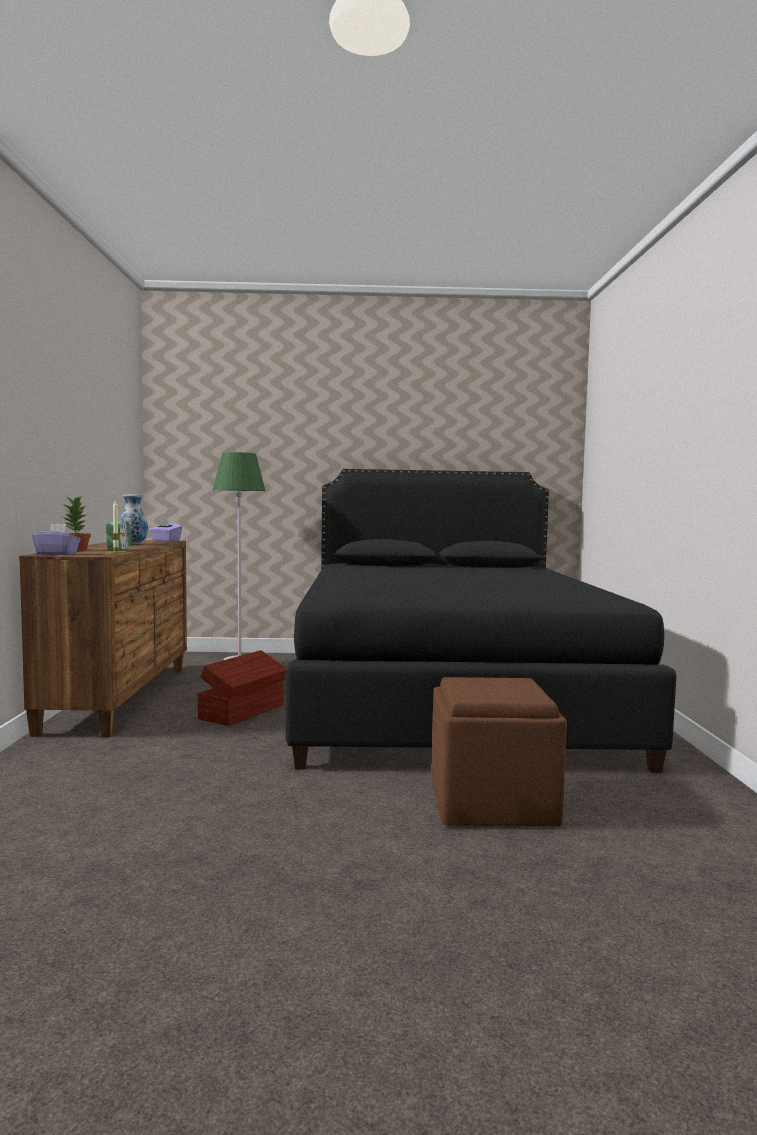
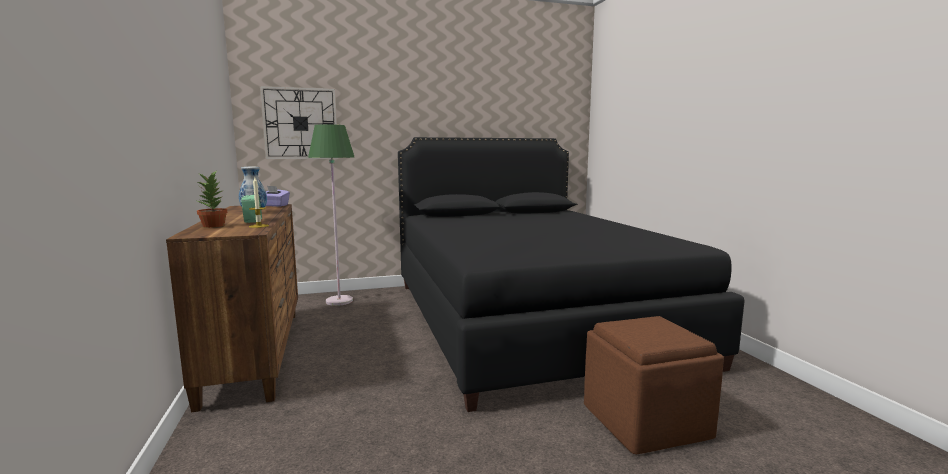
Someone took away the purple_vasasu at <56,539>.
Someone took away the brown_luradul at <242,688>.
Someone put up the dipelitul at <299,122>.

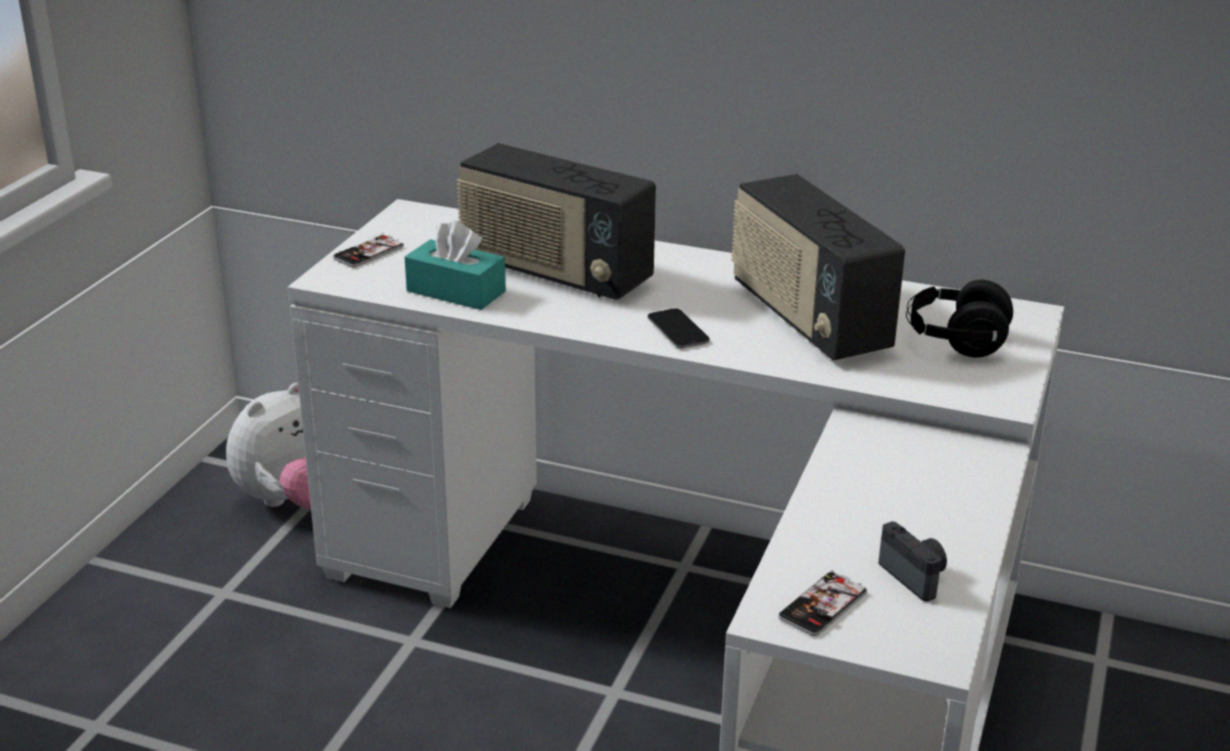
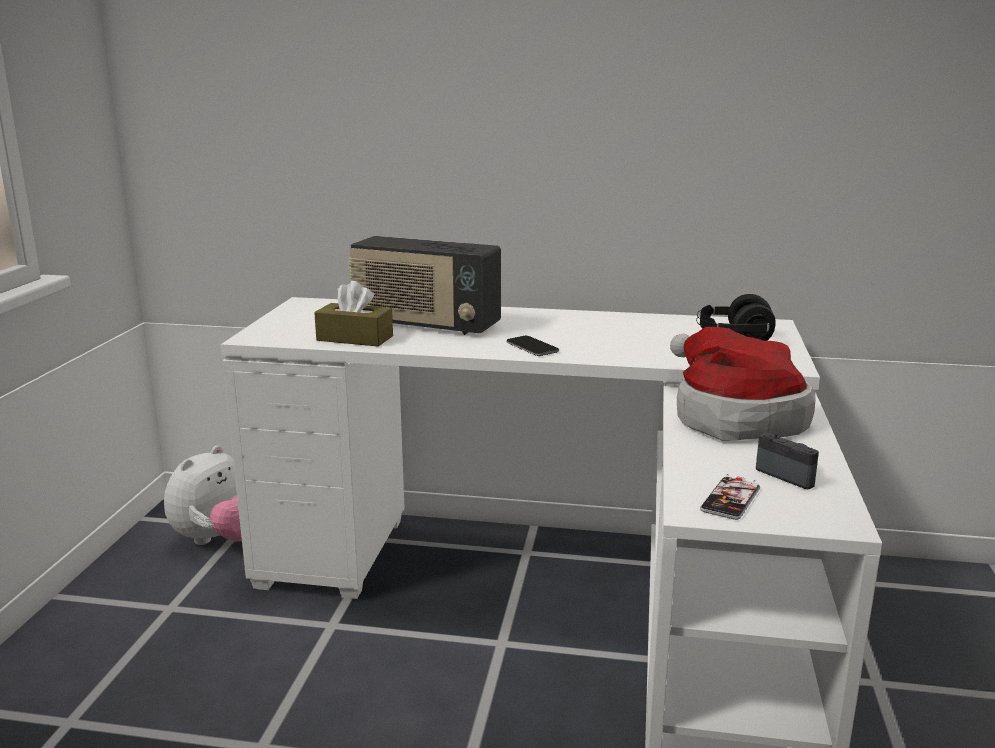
Someone took away the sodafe at <368,250>.
Someone repainted the turquoise_vasasu at <455,265>, which became the brown_vasasu at <353,314>.
Someone took away the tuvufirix at <818,267>.
Someone put down the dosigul at <743,384>.

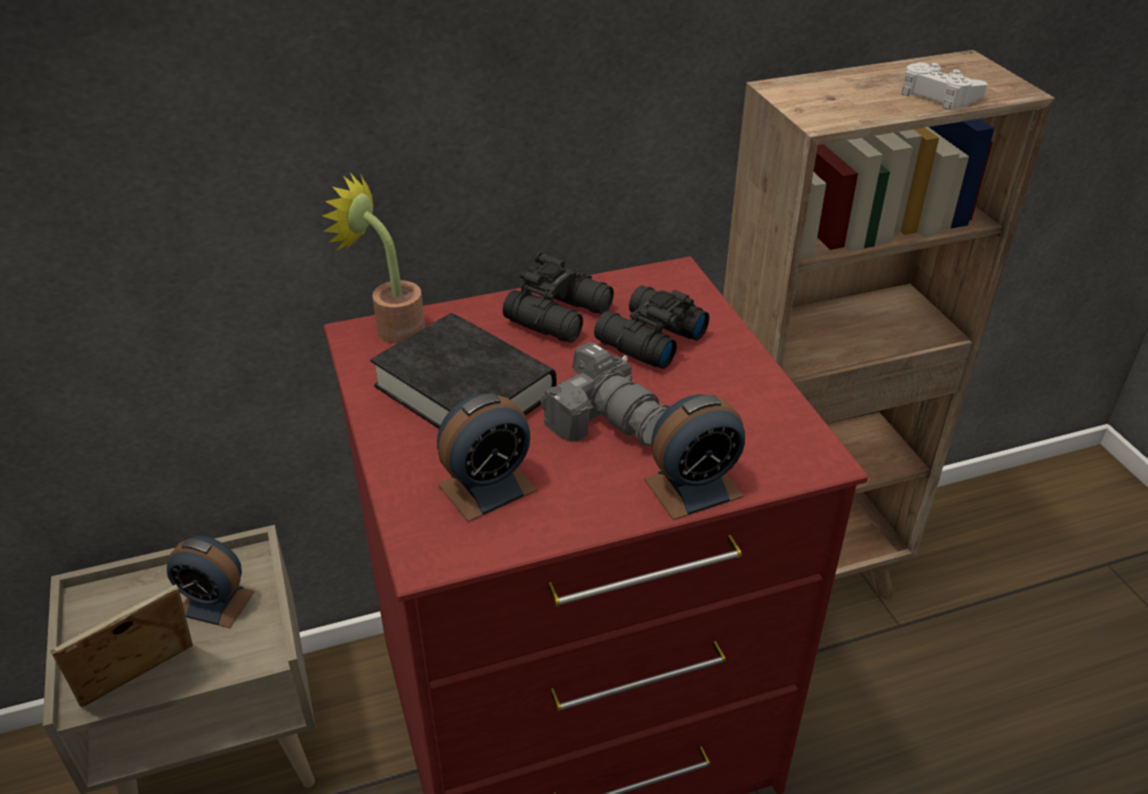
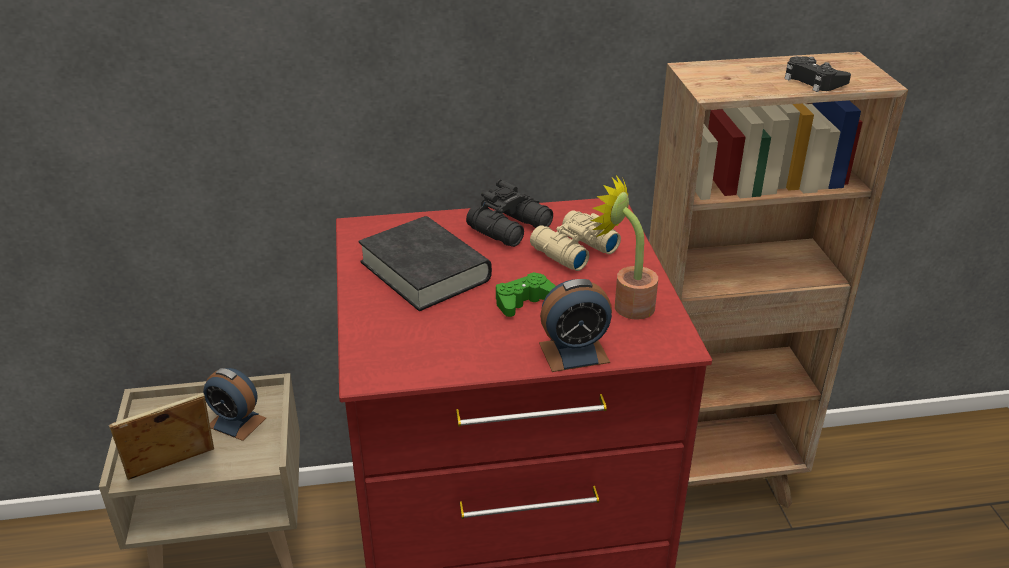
Someone carried the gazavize from <373,258> to <624,247>.
Someone took away the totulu at <487,457>.
Someone swapped the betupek at <604,394> for the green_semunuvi at <526,294>.
Someone repainted the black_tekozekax at <651,327>, which became the beige_tekozekax at <575,240>.
Someone repainted the white_semunuvi at <944,86>, which became the black_semunuvi at <817,74>.

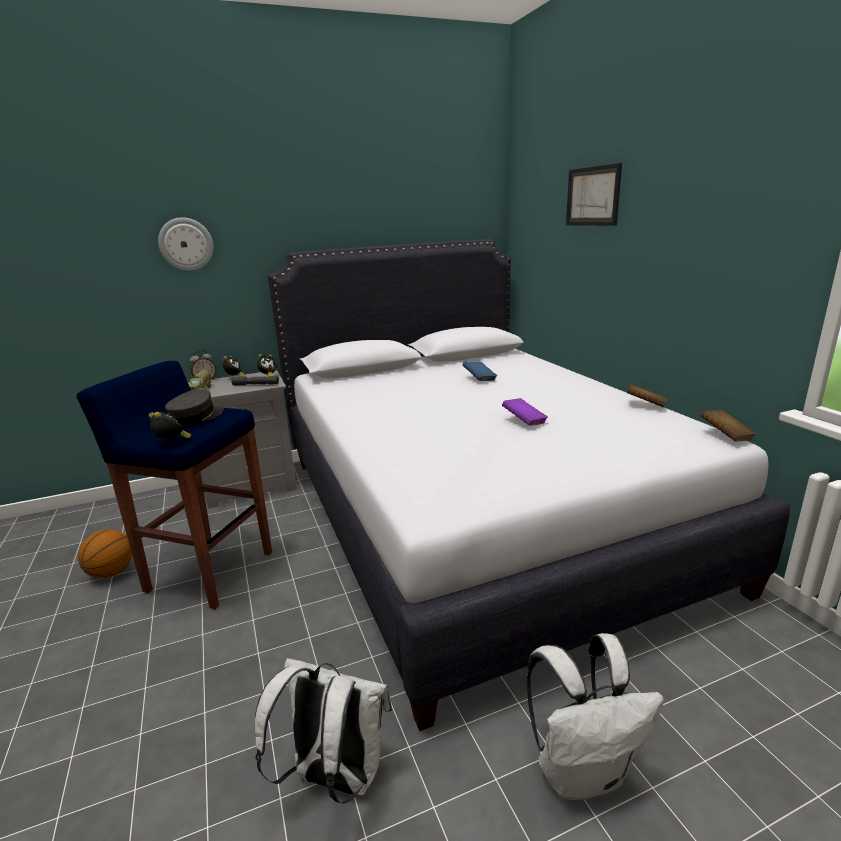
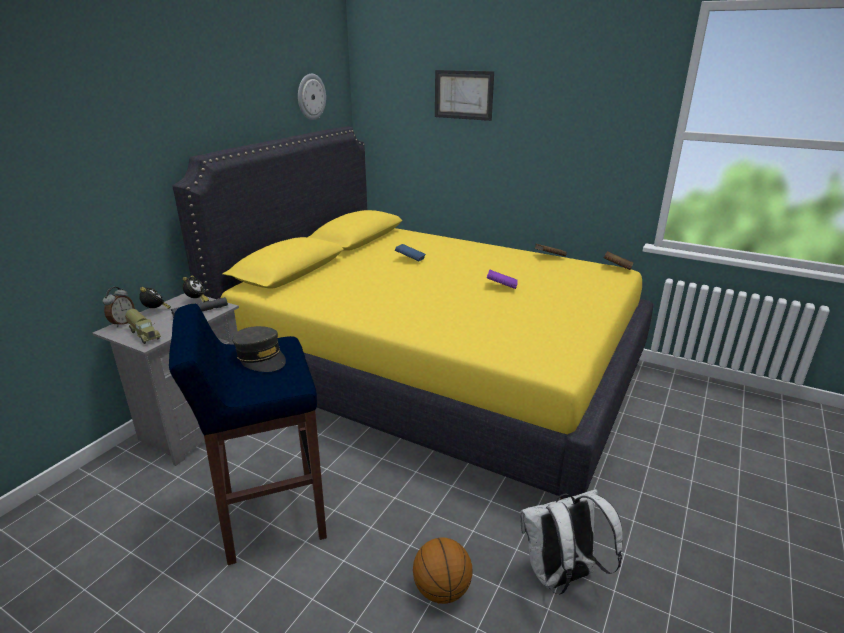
Someone carried the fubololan from <105,553> to <442,570>.
Someone took away the totulu at <170,425>.
Someone carried the dipelitul from <185,244> to <312,97>.
Someone rotated the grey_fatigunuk at <194,408> by 150 degrees clockwise.
Someone repainted the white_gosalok at <529,485>, which became the yellow_gosalok at <412,313>.
Someone took away the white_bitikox at <595,716>.

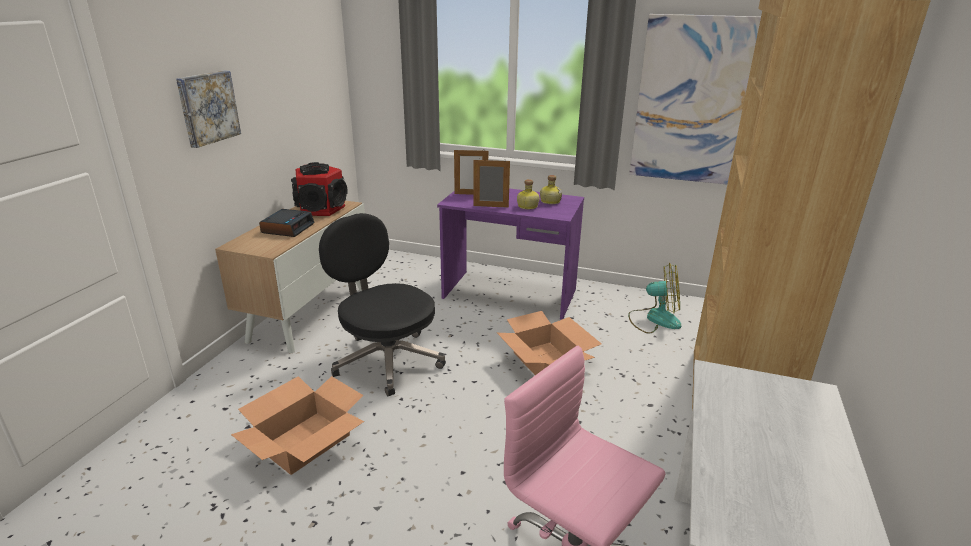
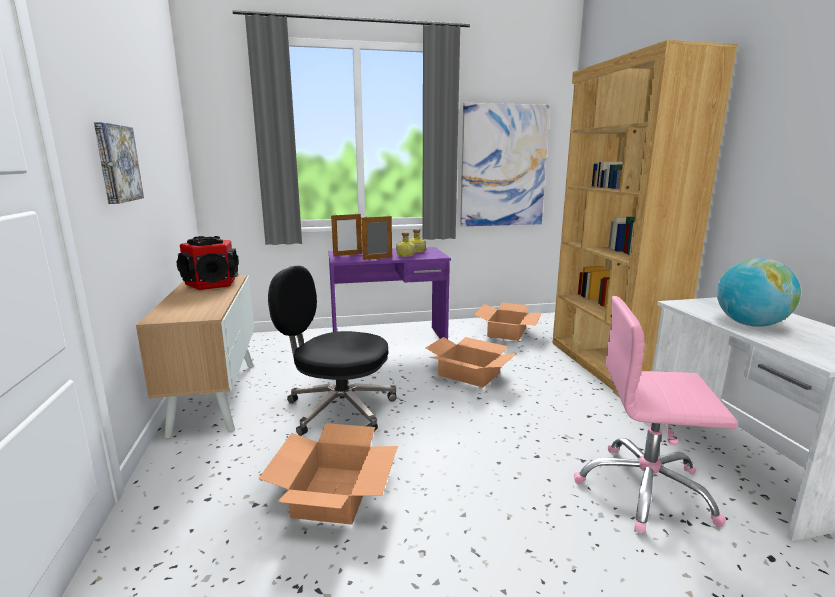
Someone took away the totulu at <287,223>.
Someone swapped the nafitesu at <654,297> for the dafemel at <508,321>.
Someone put down the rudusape at <759,292>.

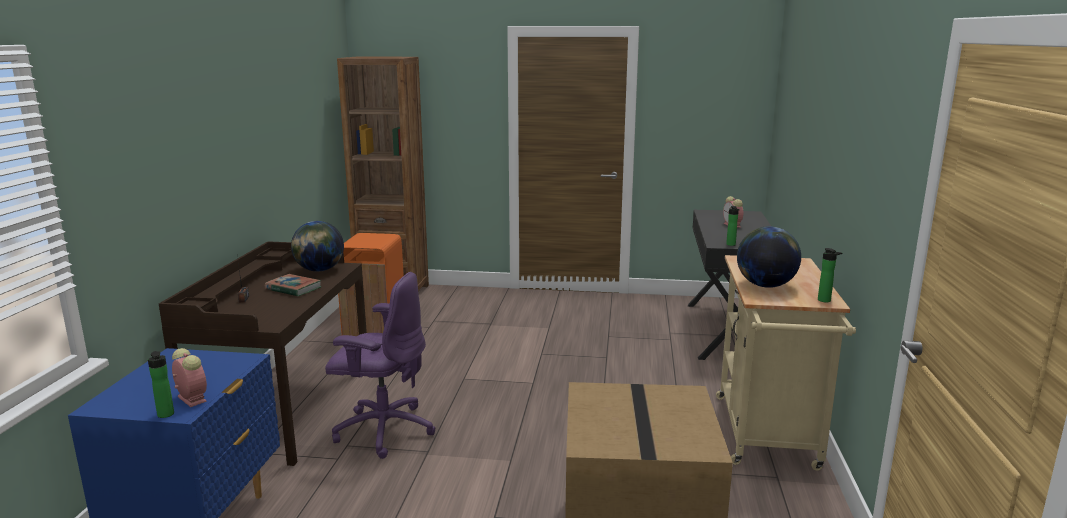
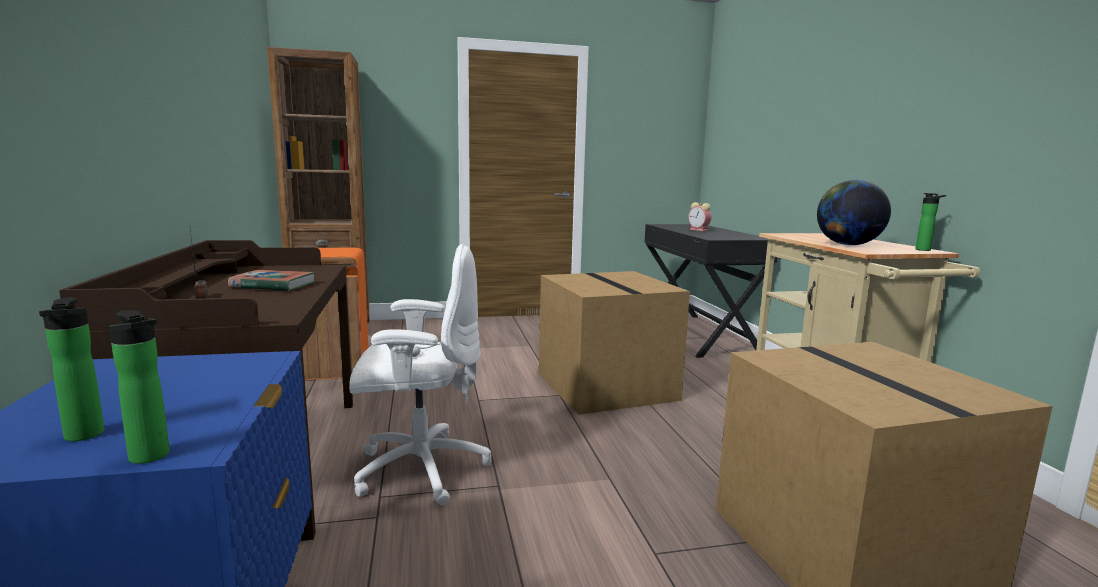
Someone took away the totulu at <189,377>.
Someone took away the rudusape at <317,246>.
Someone repainted the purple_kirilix at <380,365>, which became the white_kirilix at <420,374>.
Someone carried the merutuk from <733,226> to <71,369>.
Someone put down the dafemel at <614,343>.

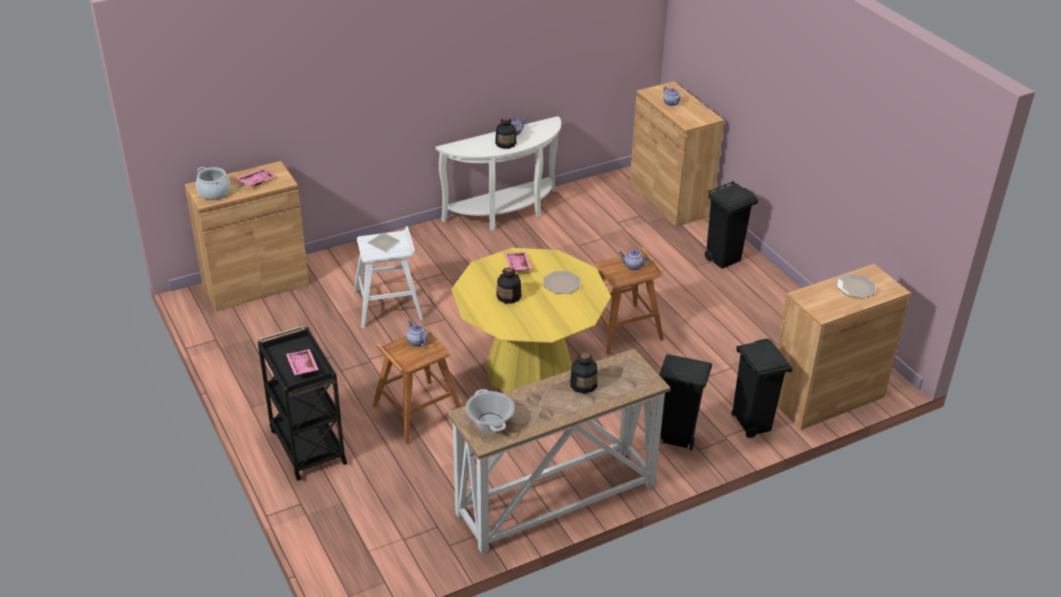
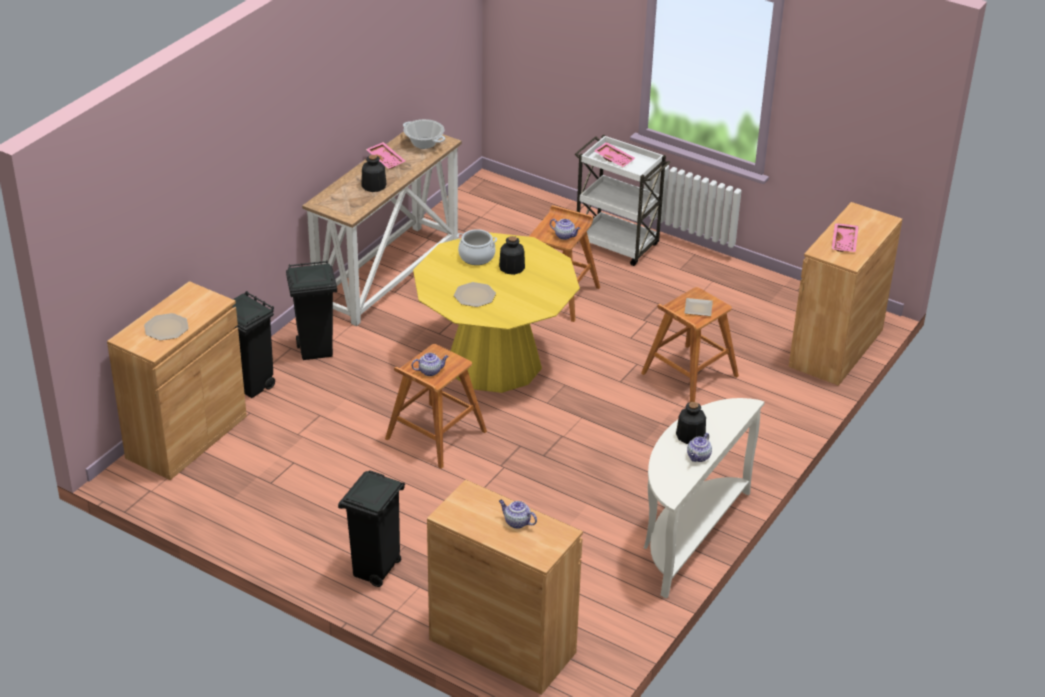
Someone carried the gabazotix from <213,183> to <477,247>.
Someone repainted the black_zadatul at <302,403>, which became the white_zadatul at <622,200>.
Someone repainted the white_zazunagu at <388,277>, which became the brown_zazunagu at <690,344>.
Someone carried the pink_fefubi from <518,261> to <385,155>.

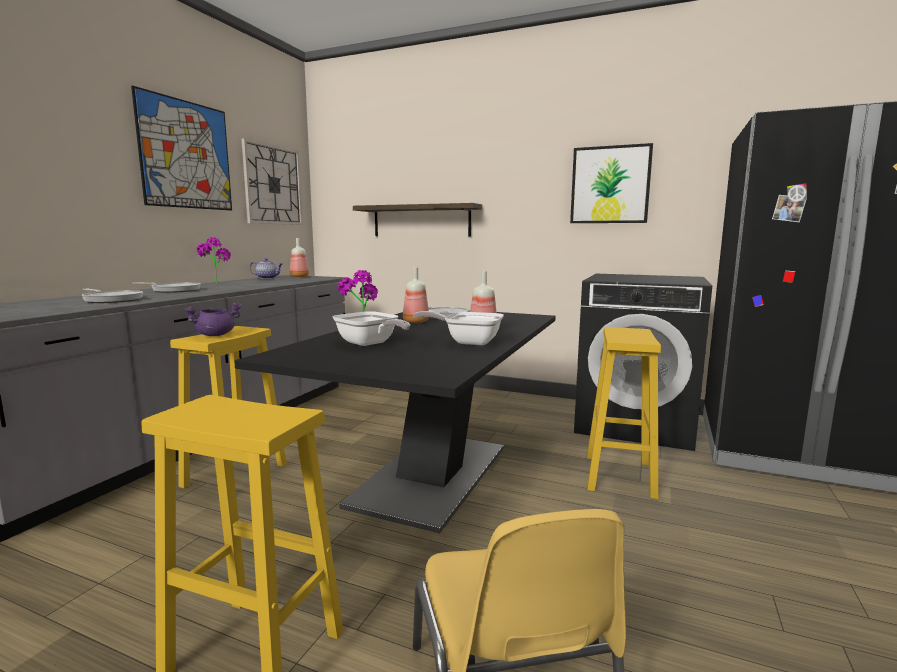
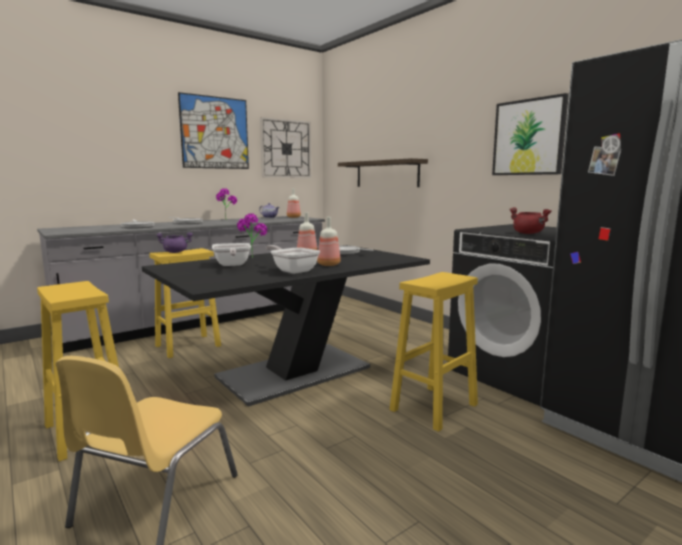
Someone put down the red_gabazotix at <530,220>.

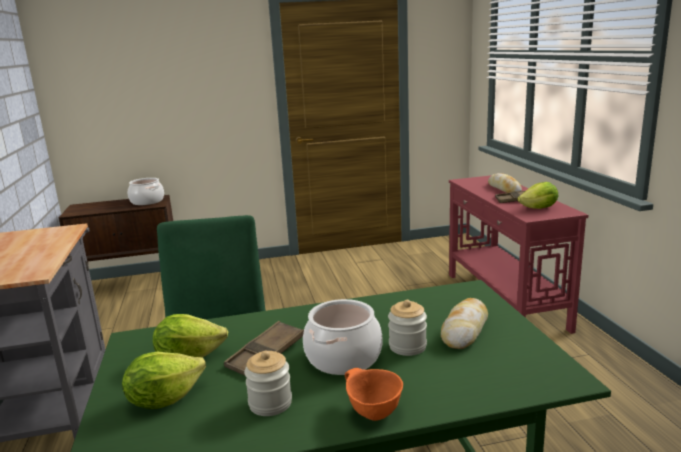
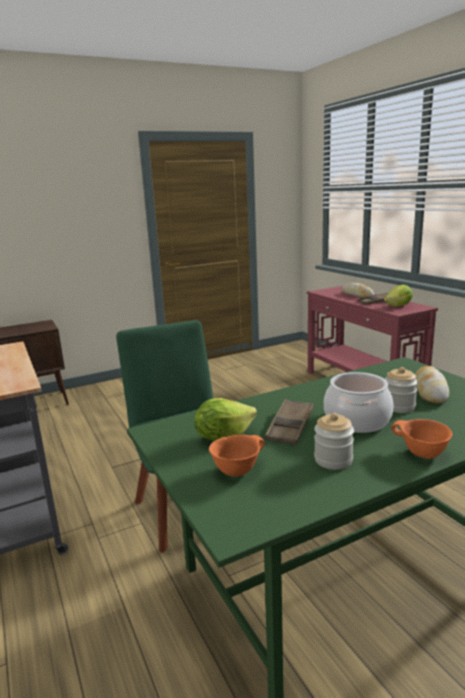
Someone swapped the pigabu at <164,380> for the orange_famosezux at <237,456>.
Someone took away the gabazotix at <146,191>.

